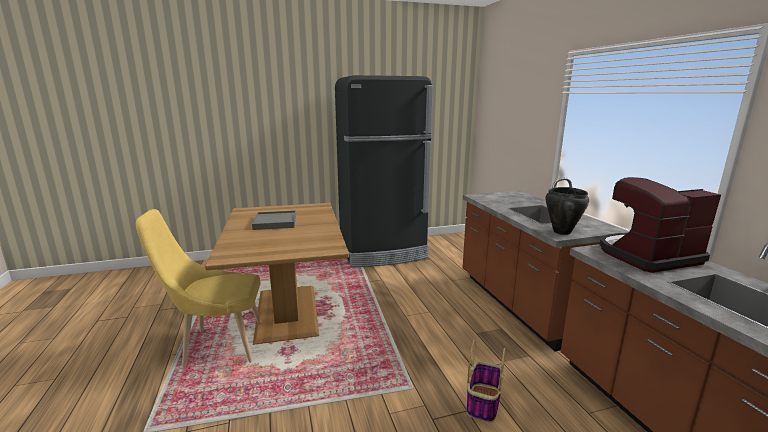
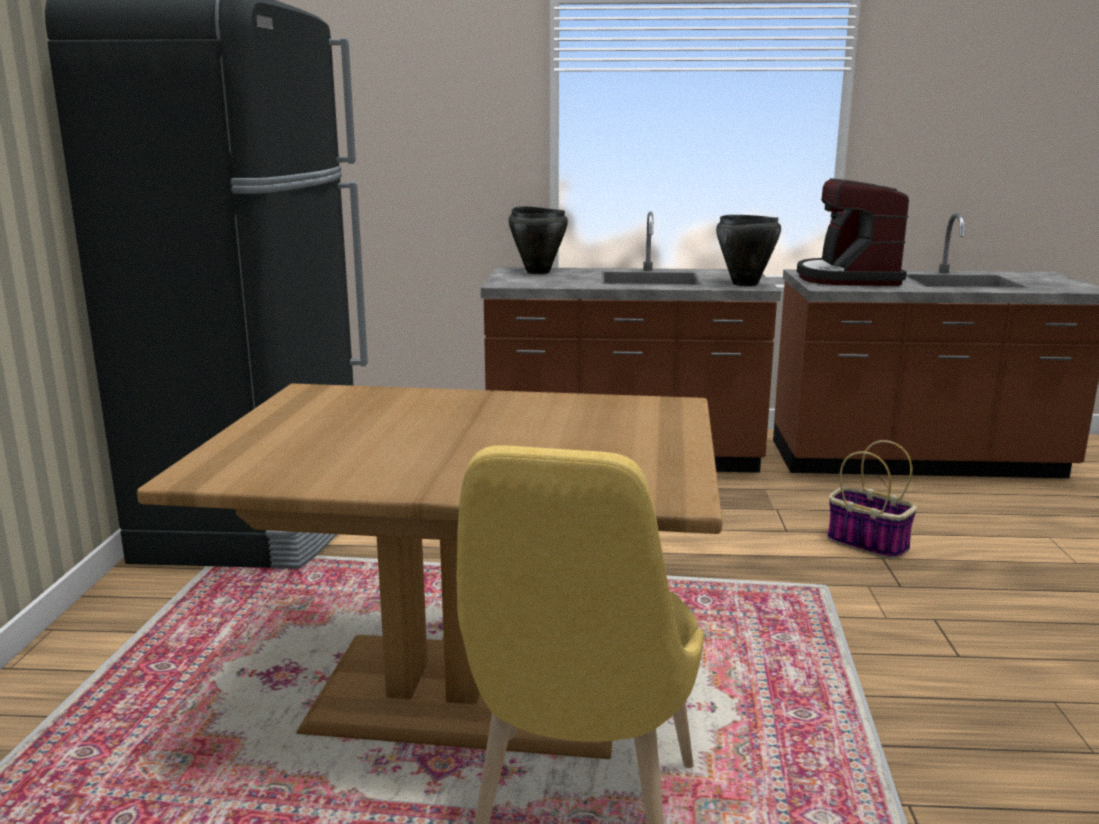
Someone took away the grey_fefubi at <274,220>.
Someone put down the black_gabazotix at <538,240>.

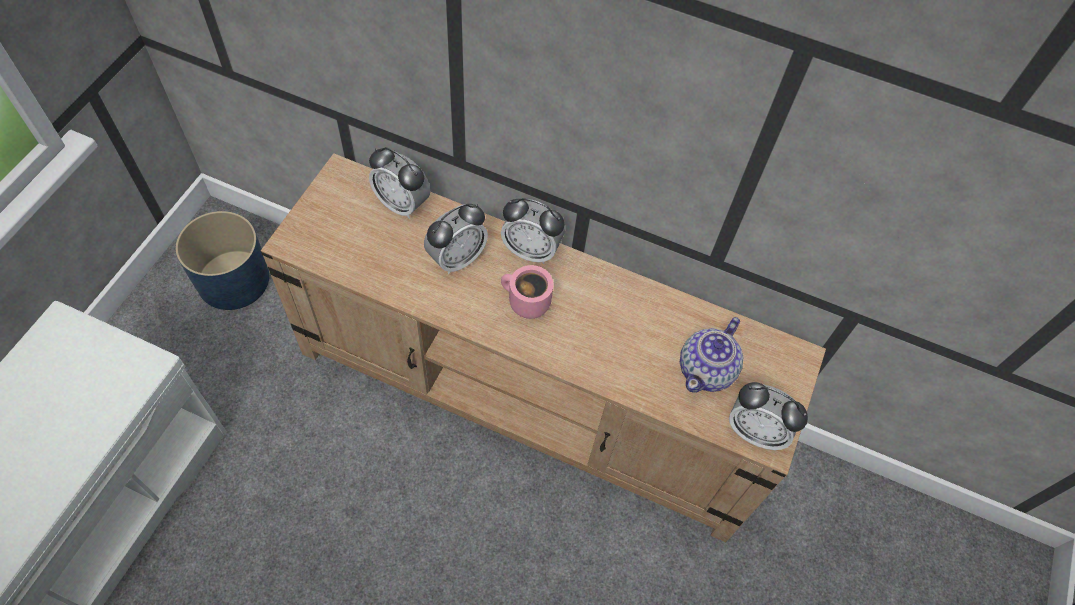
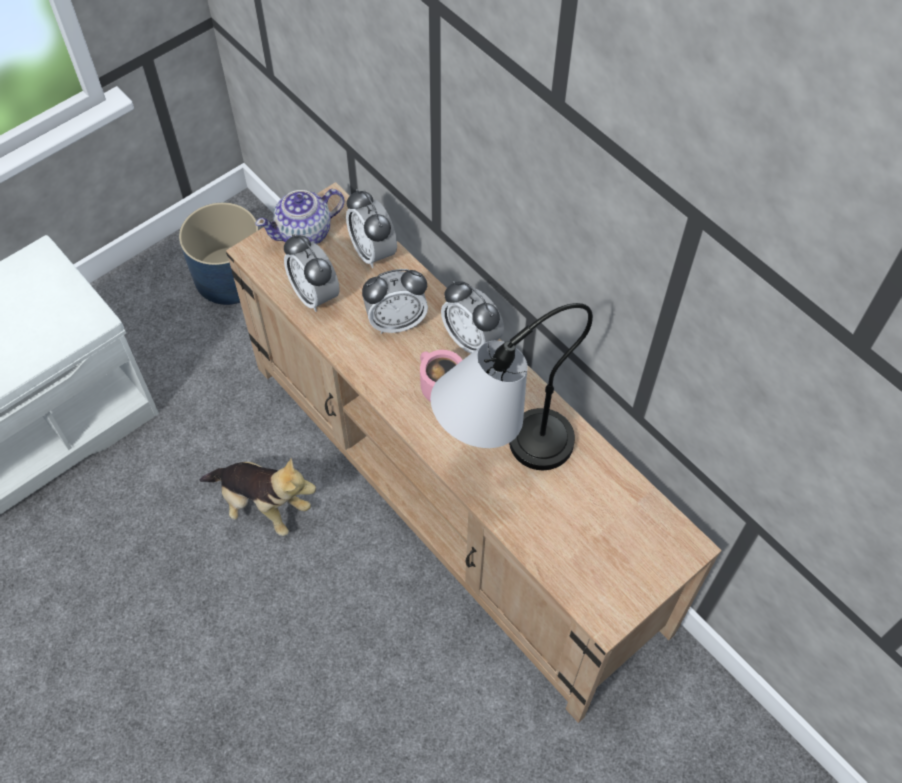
Someone carried the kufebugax from <711,355> to <300,216>.
Someone carried the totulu from <768,416> to <312,273>.
Someone put down the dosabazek at <258,497>.
Someone put down the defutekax at <512,386>.

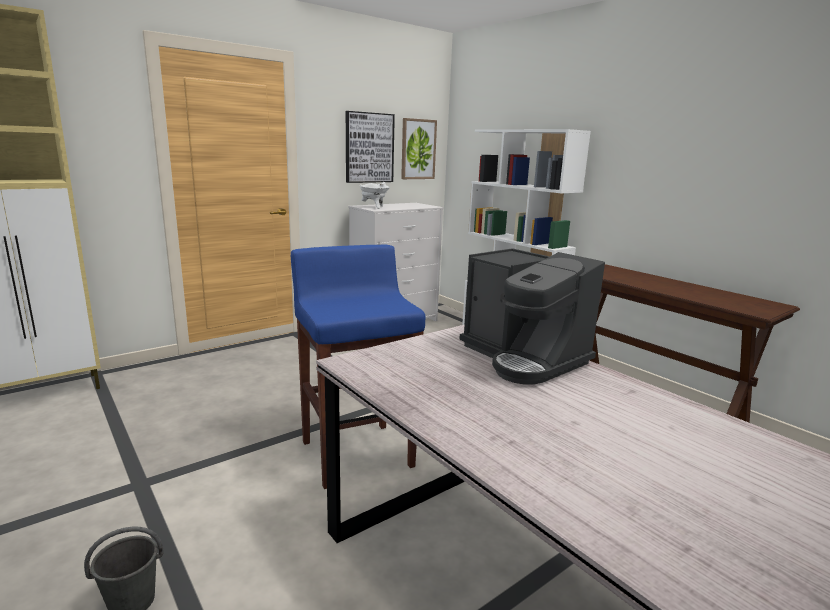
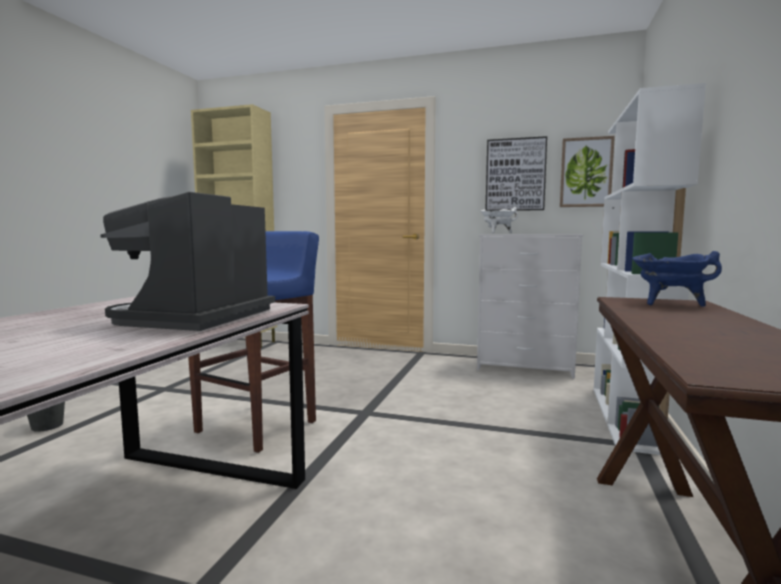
Someone put down the blue_gabazotix at <677,279>.

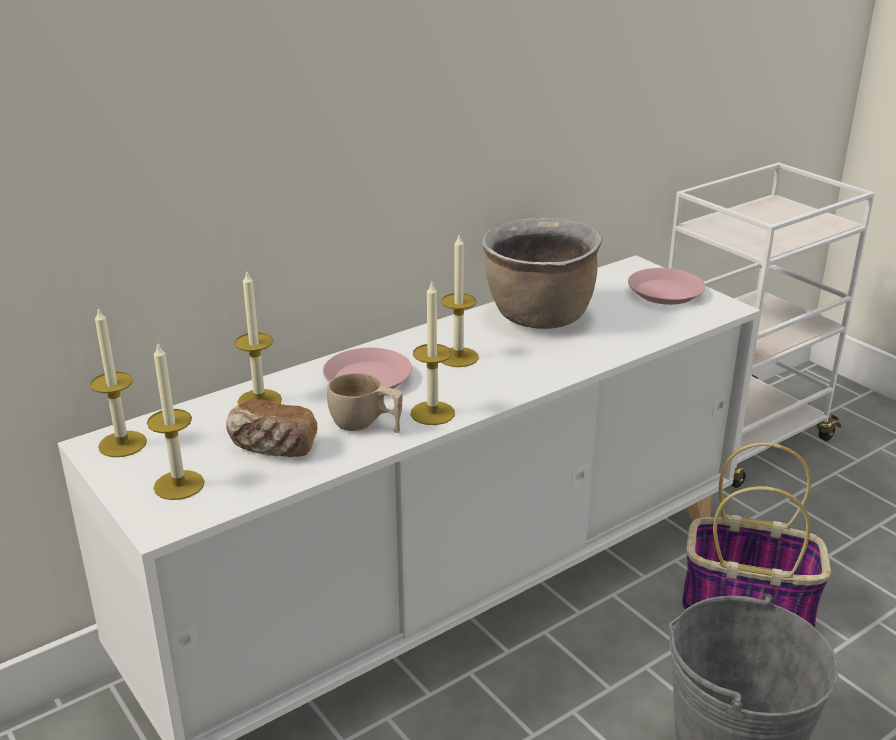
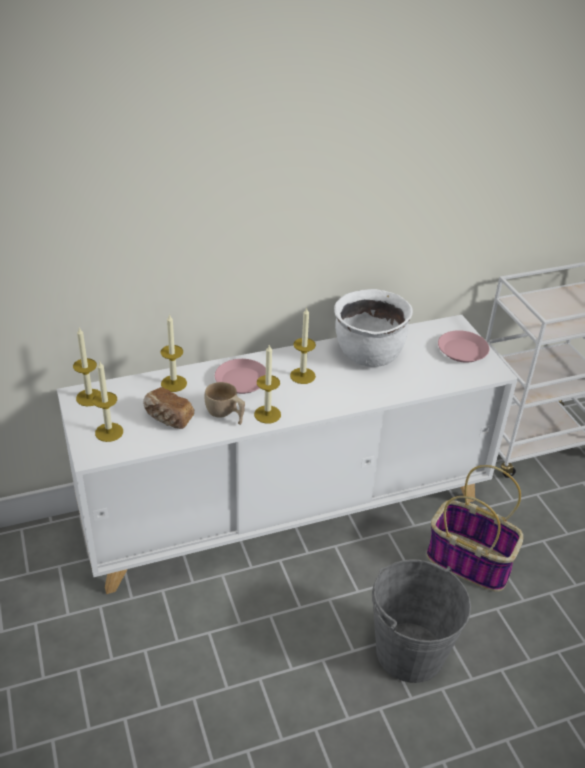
Someone repainted the brown_gabazotix at <542,273>, which became the white_gabazotix at <373,328>.

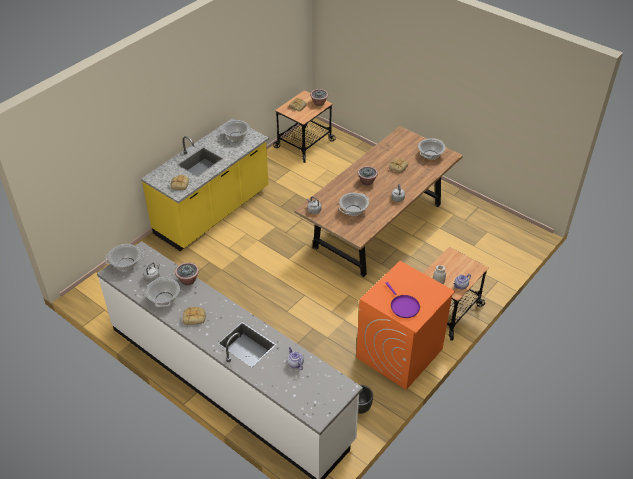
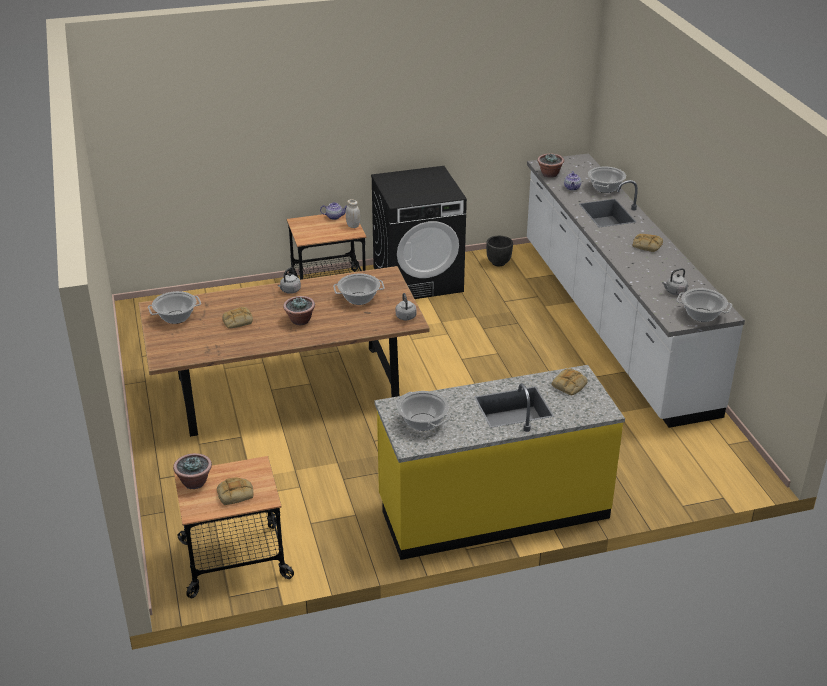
Someone carried the gabazotix from <163,292> to <607,180>.
Someone carried the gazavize from <187,273> to <550,166>.
Someone repainted the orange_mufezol at <405,325>, which became the black_mufezol at <419,232>.
Someone took away the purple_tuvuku at <402,300>.

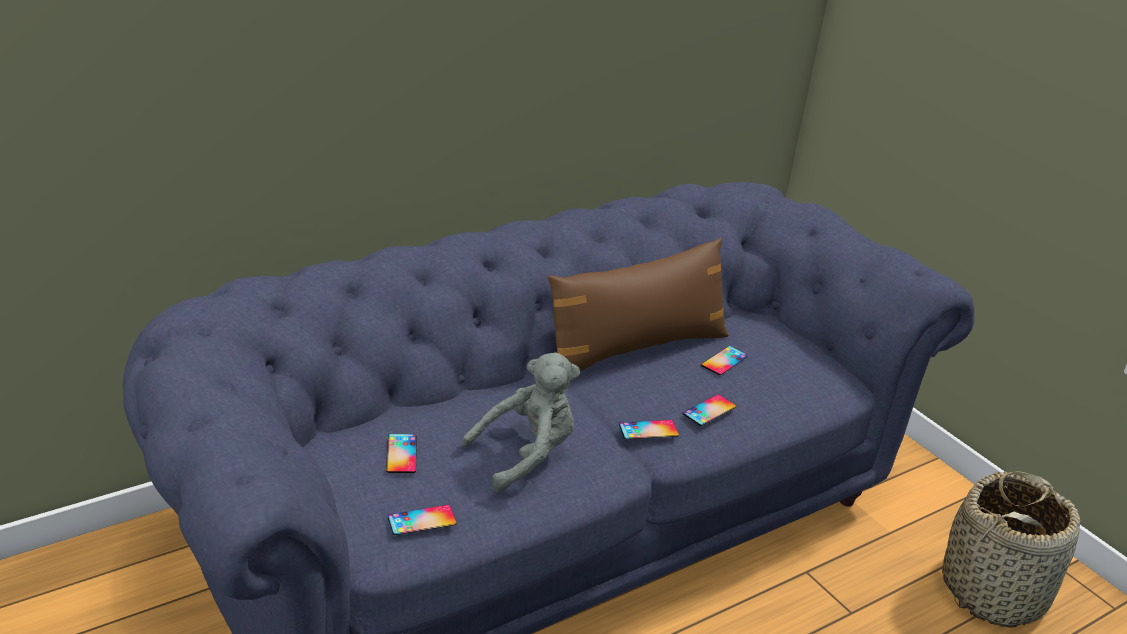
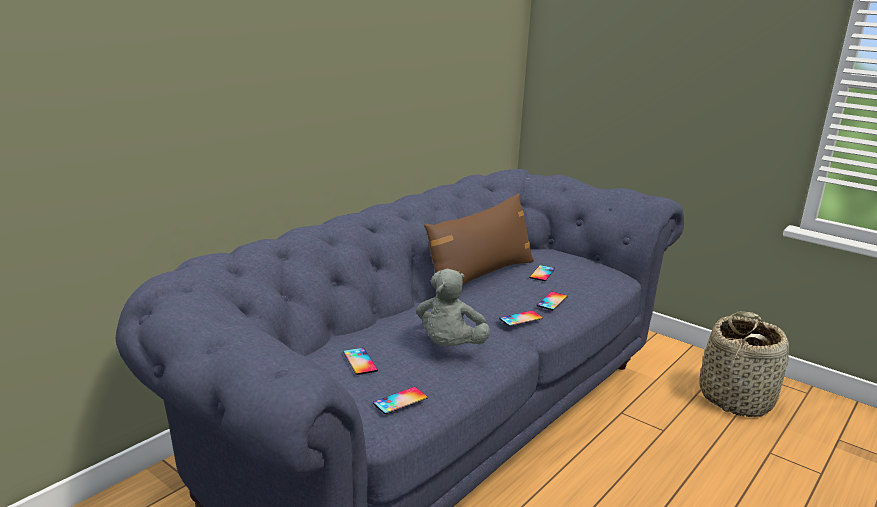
Someone rotated the grey_dosabazek at <521,422> by 150 degrees clockwise.

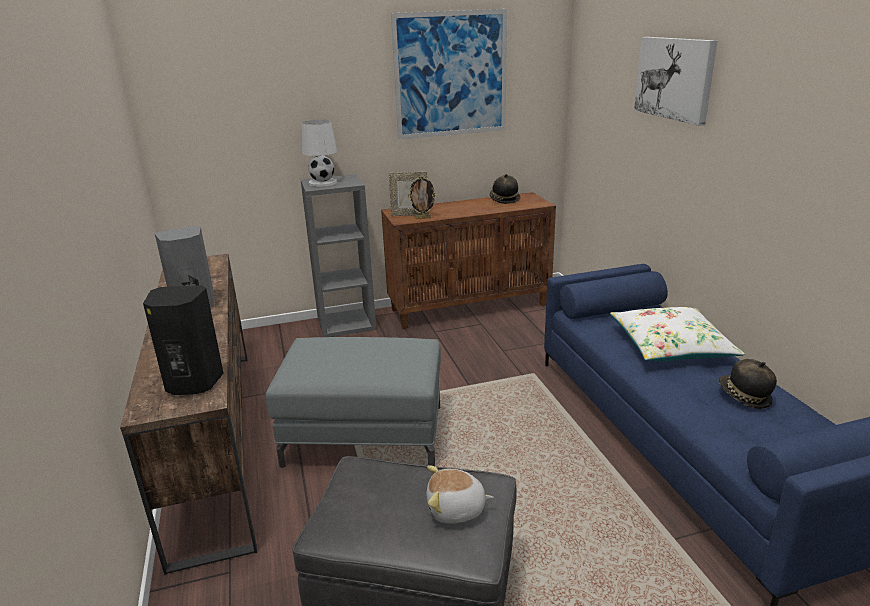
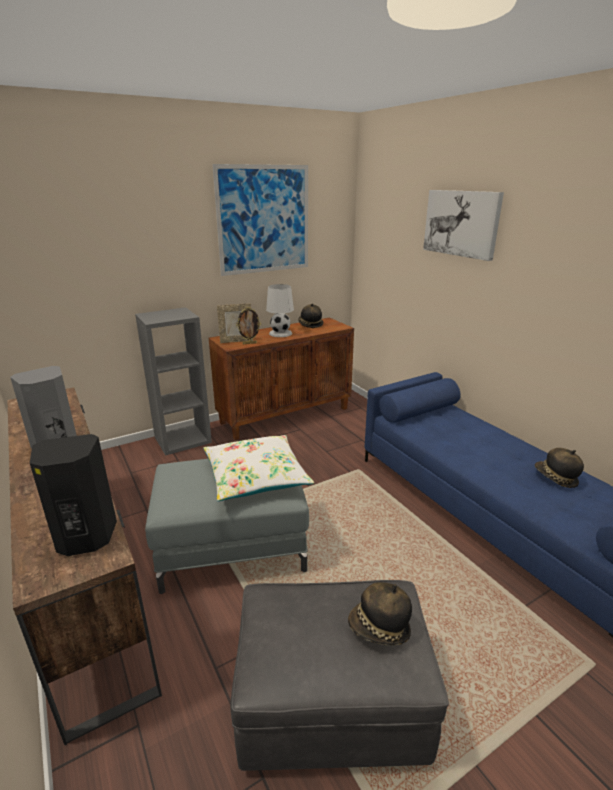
Someone carried the white_defutekax from <319,153> to <280,310>.
Someone swapped the dosabazek at <460,494> for the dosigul at <380,613>.
Someone carried the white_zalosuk from <677,334> to <258,468>.

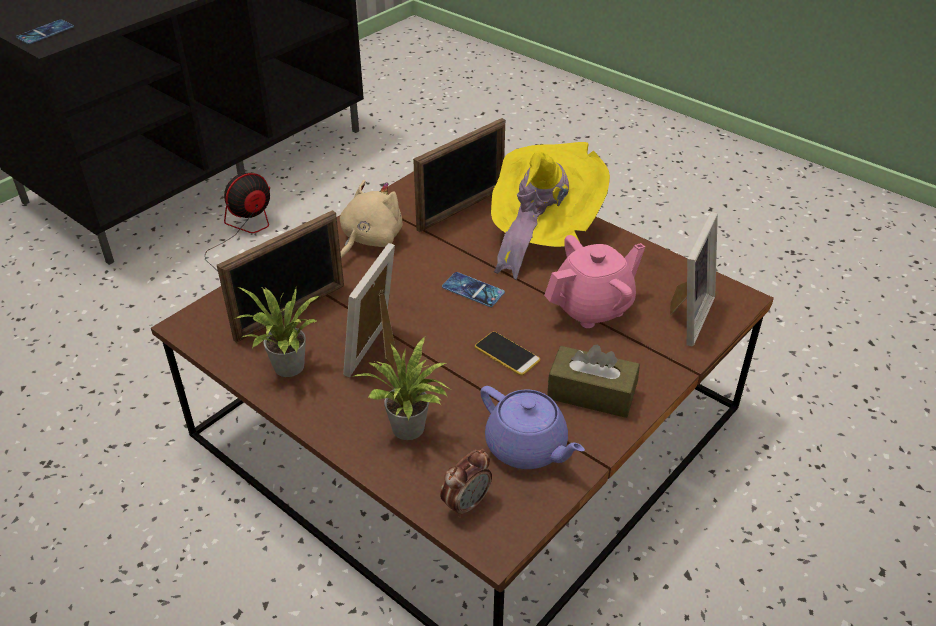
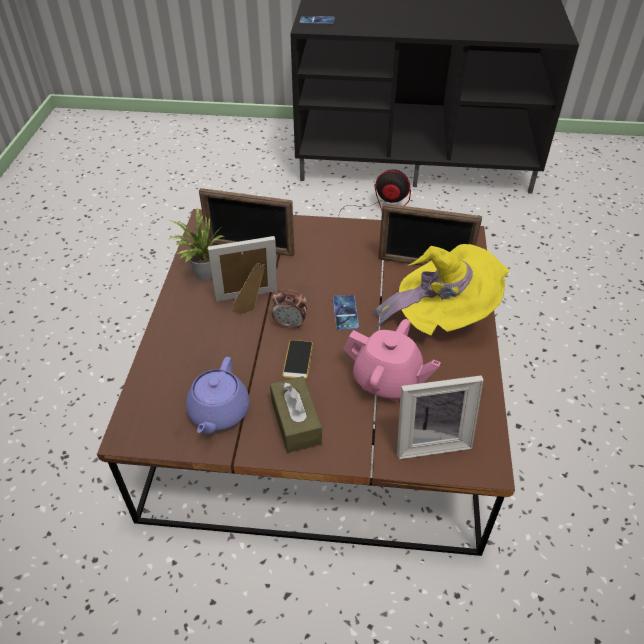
Someone took away the beige_dosabazek at <371,219>.
Someone took away the gazavize at <401,388>.
Someone carried the totulu from <466,484> to <289,309>.

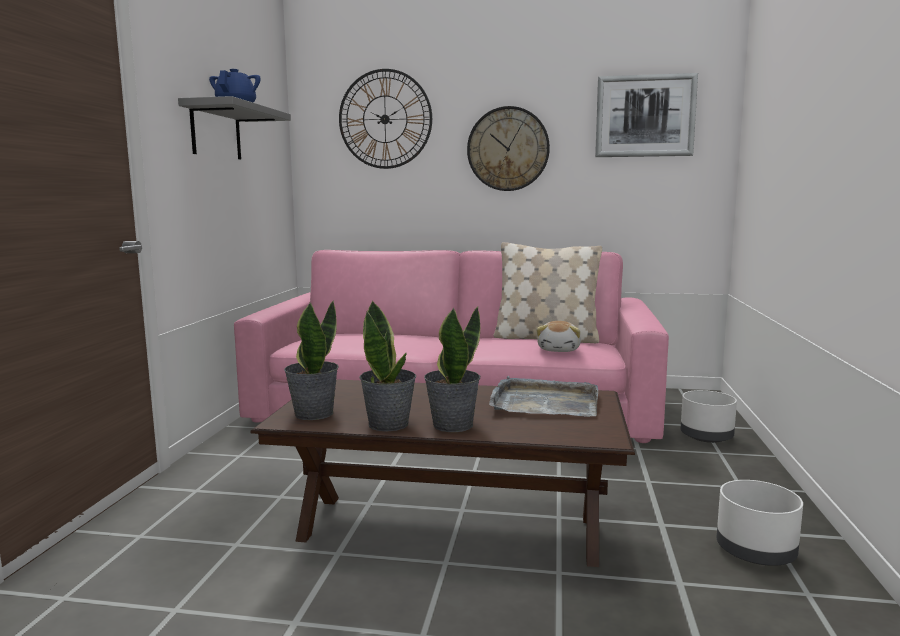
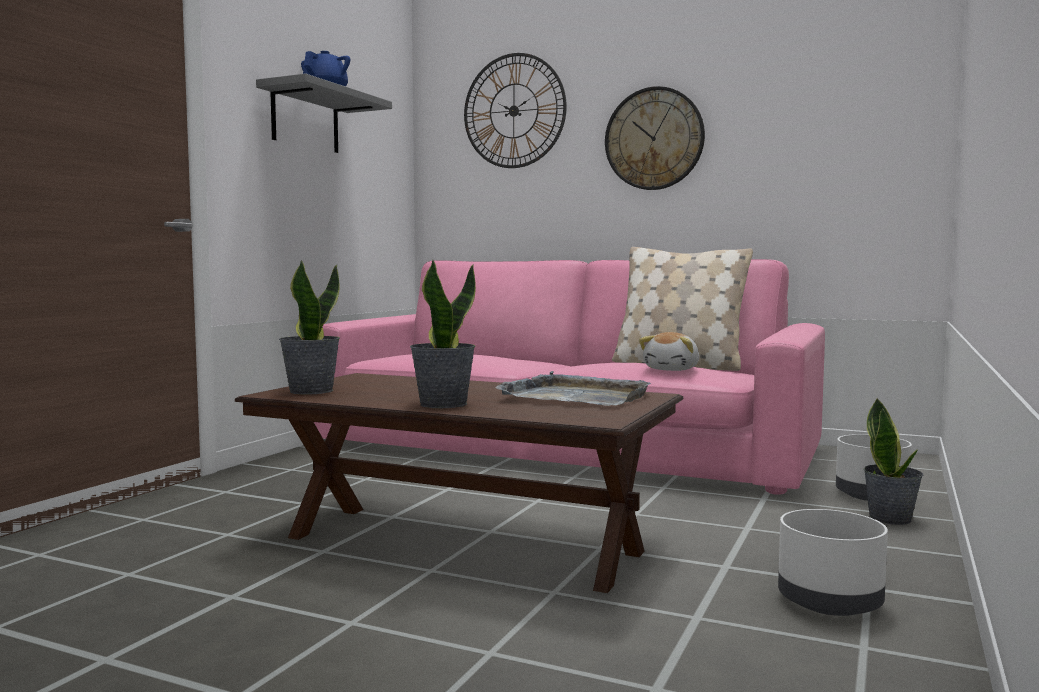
Someone carried the gazavize from <387,366> to <893,461>.
Someone took away the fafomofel at <646,115>.

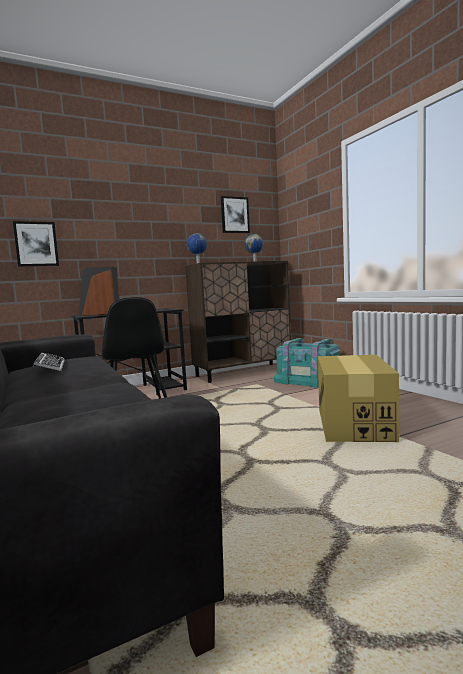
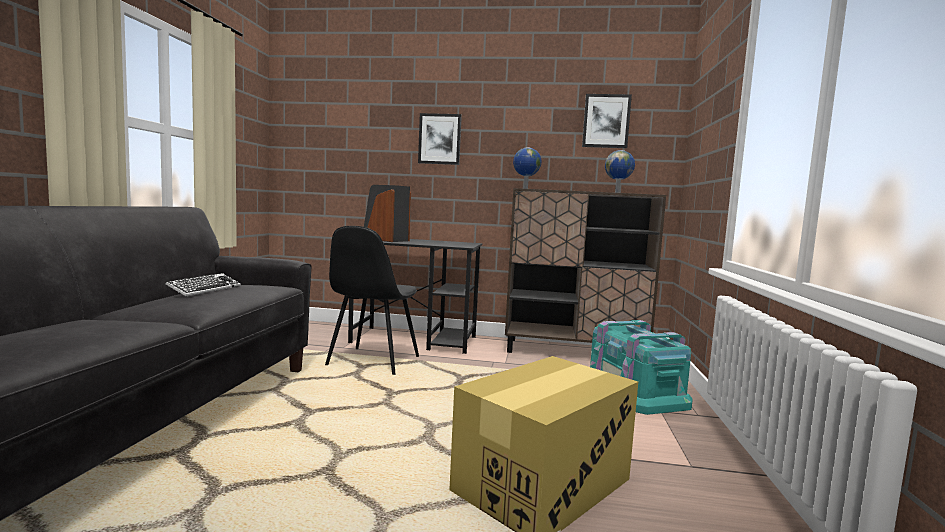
Someone carried the fafomofel from <36,244> to <440,139>.

